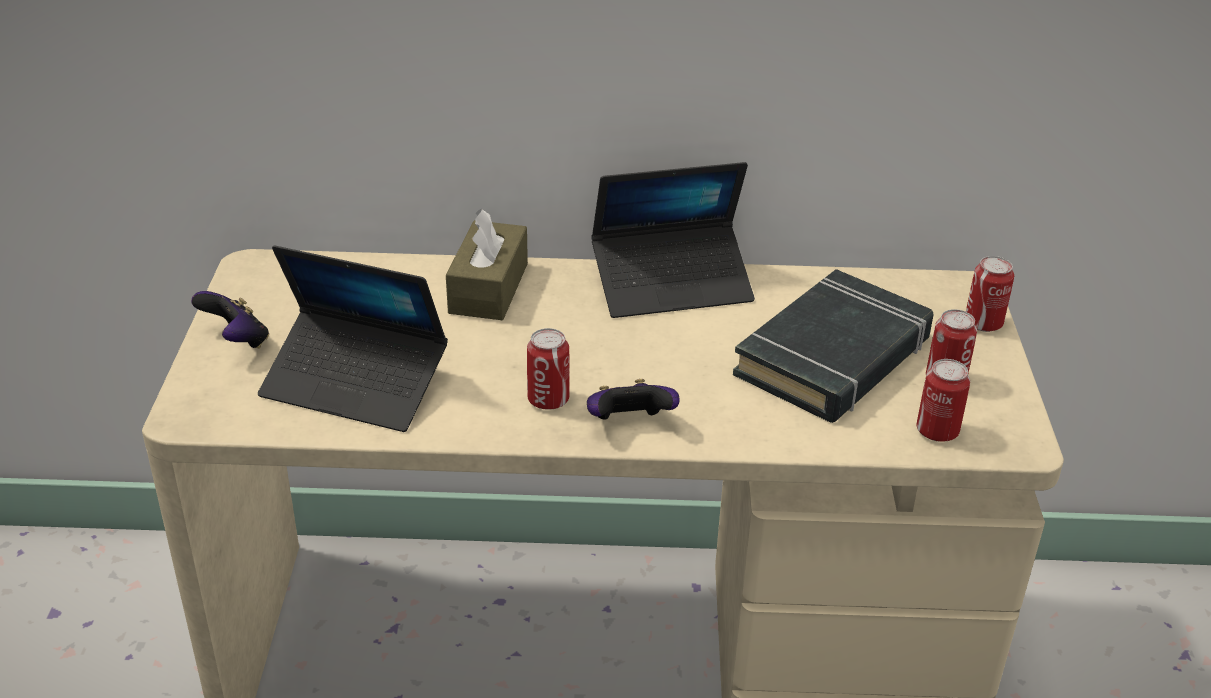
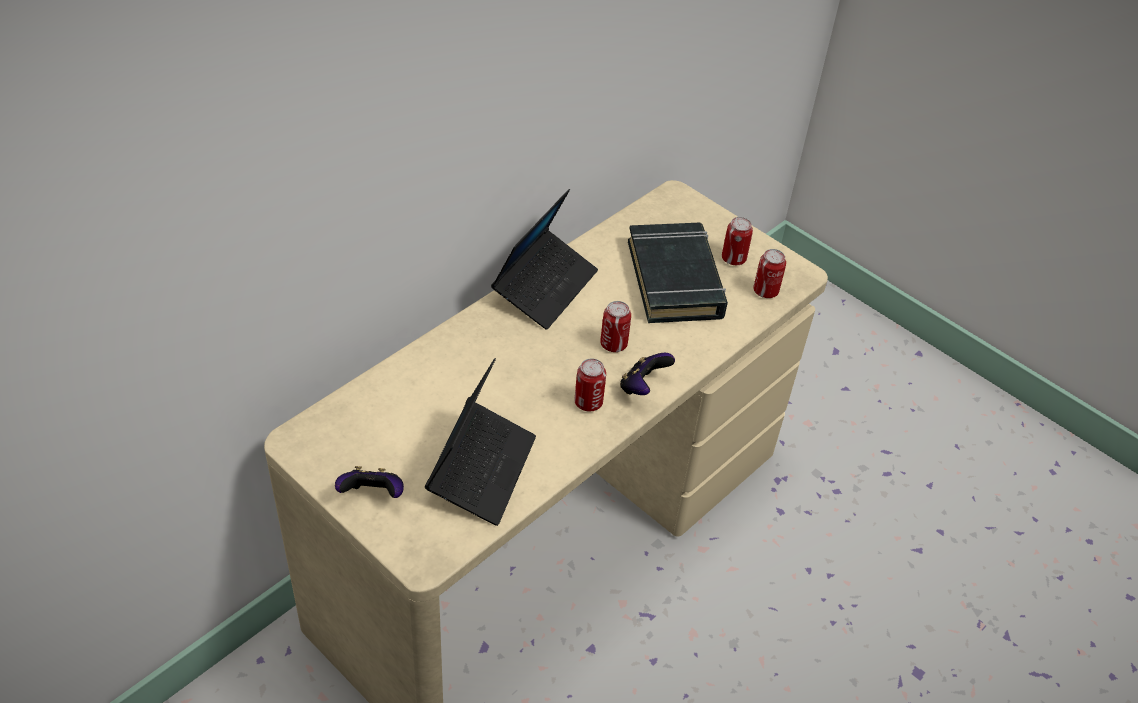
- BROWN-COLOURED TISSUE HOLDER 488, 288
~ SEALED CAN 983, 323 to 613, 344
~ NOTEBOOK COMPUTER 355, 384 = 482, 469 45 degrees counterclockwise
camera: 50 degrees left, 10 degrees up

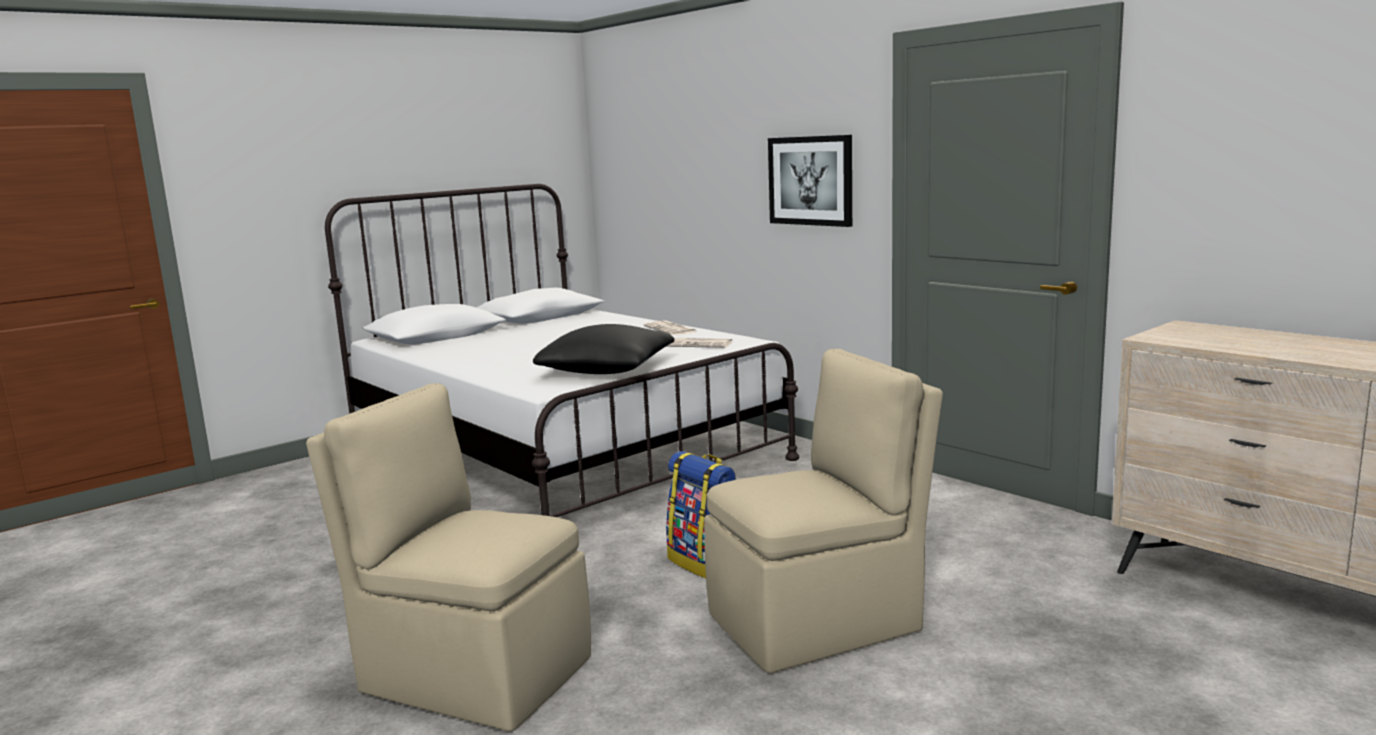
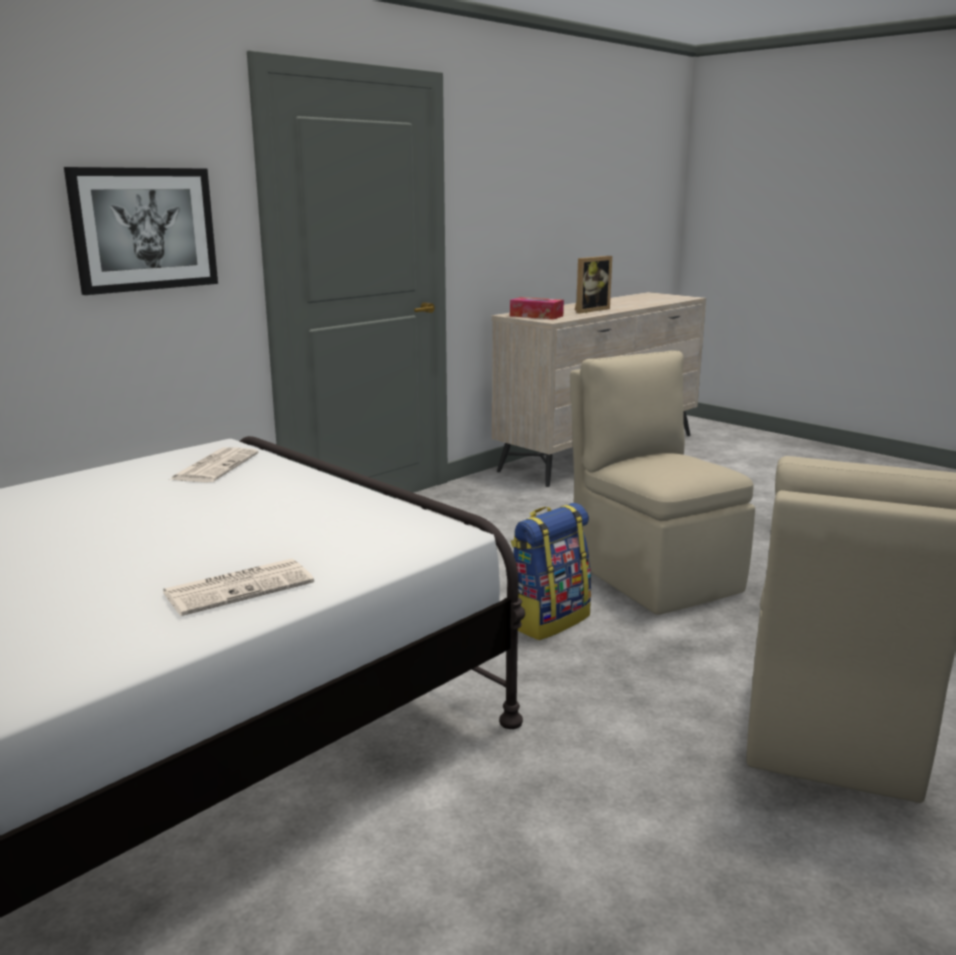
- BLACK PILLOW 607, 370
+ TISSUE HOLDER 536, 316
+ STANDING FRAME 588, 310
~ DAILY PAPER 671, 329 to 240, 587
camera: 95 degrees left, 5 degrees up

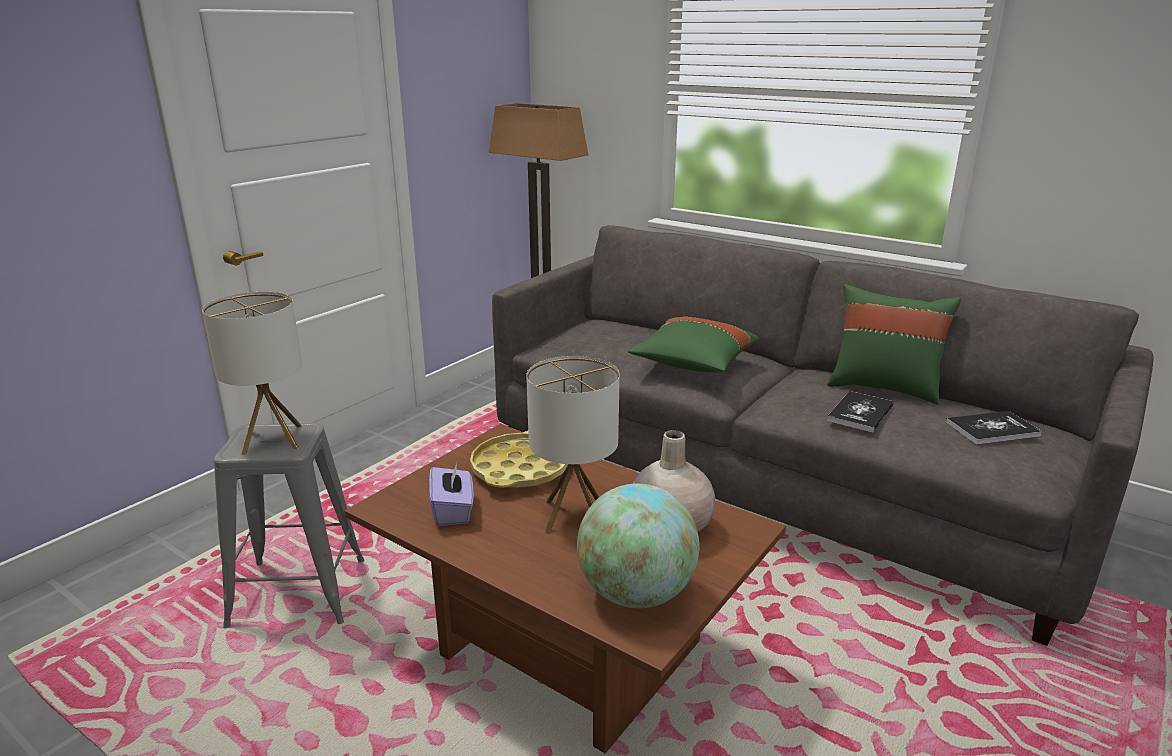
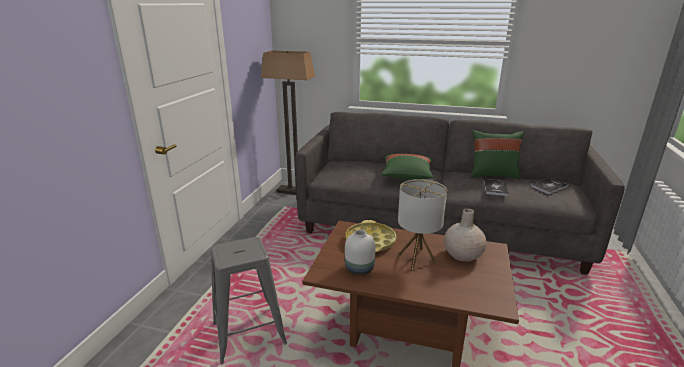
- TABLETOP LAMP 272, 439
- DESK GLOBE 636, 594
~ PURPLE-COLOURED TISSUE HOLDER 453, 511 to WHITISH VASE 358, 269
camera: 20 degrees left, 0 degrees up

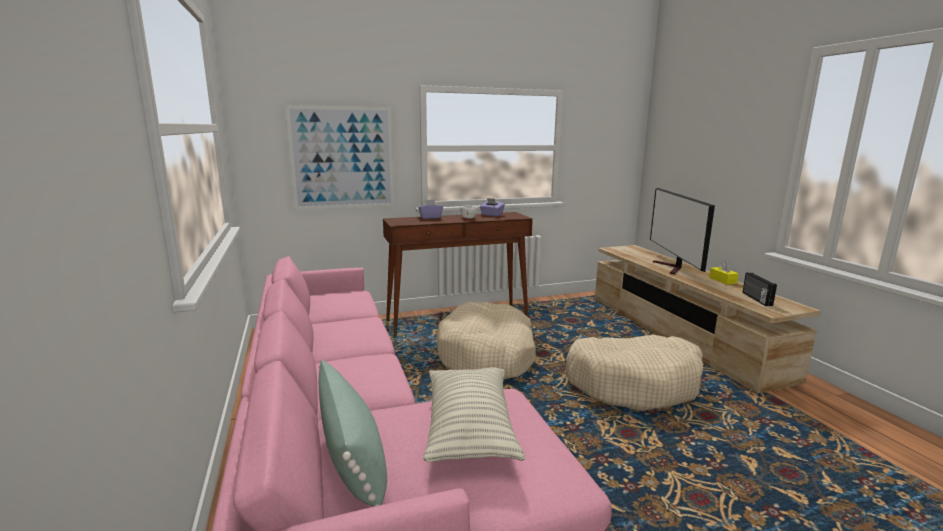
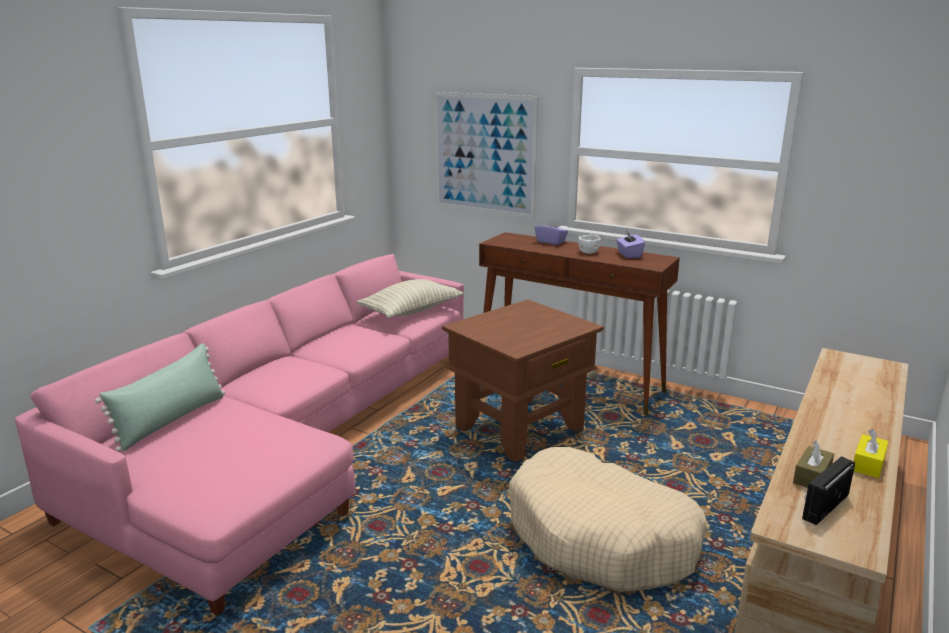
- TELEVISION 672, 268
+ BROWN-COLOURED TISSUE HOLDER 812, 477
~ PILLOW 469, 429 to 411, 311
~ SAND-COLOURED DOG CUSHION 487, 355 to BROWN-COLOURED END TABLE 520, 429
camera: 50 degrees right, 5 degrees up

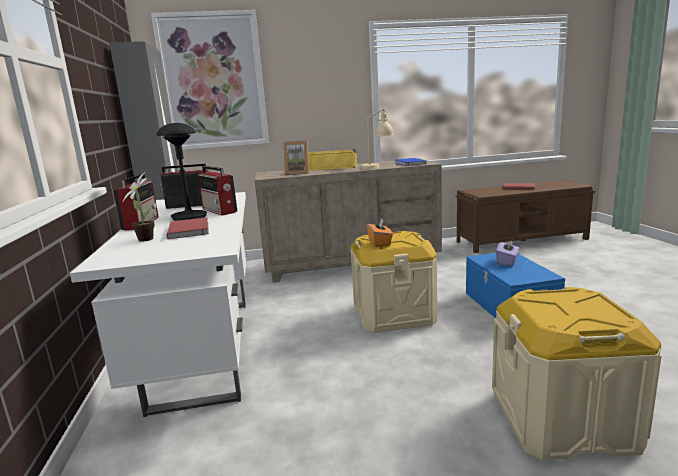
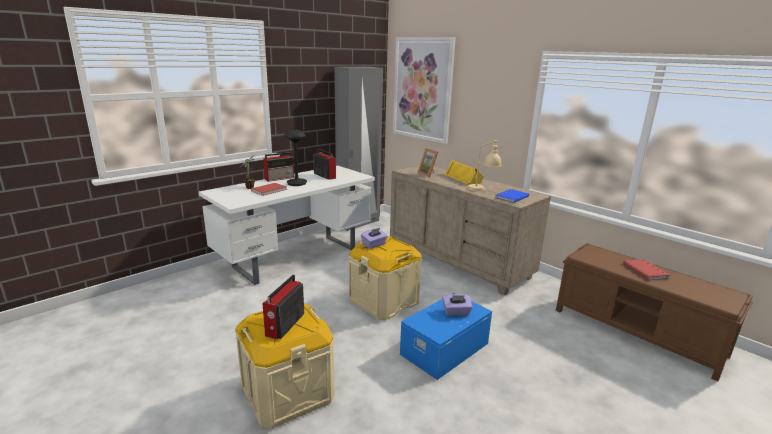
~ RADIO RECEIVER 219, 211 to 284, 325
~ ORANGEY TISSUE HOLDER 380, 243 to PURPLE-COLOURED TISSUE HOLDER 374, 245
camera: 55 degrees right, 5 degrees up

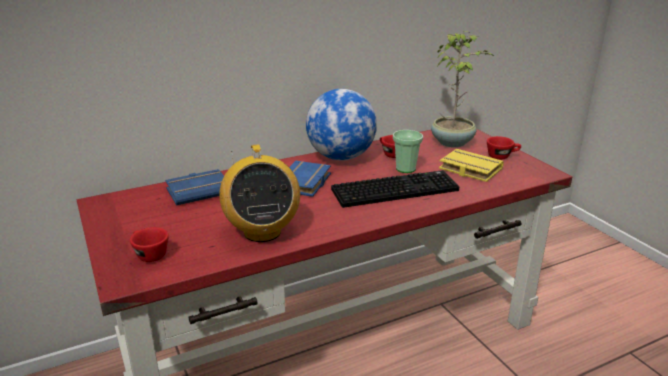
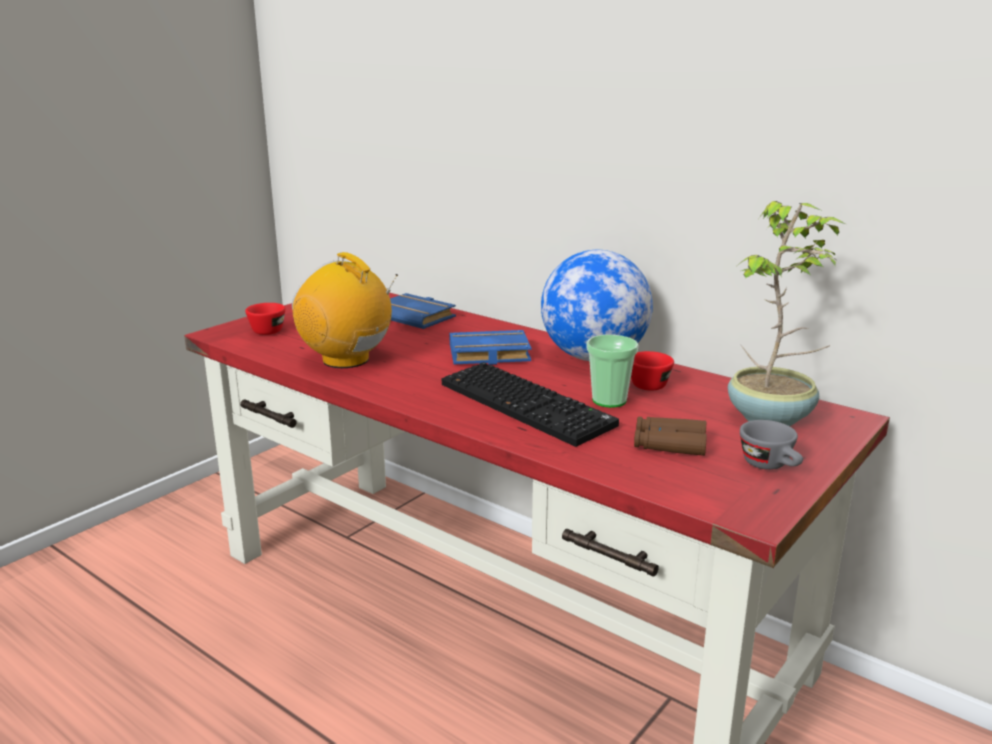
~ YELLOW VOLUME 468, 169 to BROWN-COLOURED FIELD GLASSES 669, 444
~ REDDISH SMALL CUP 502, 156 to GREYISH SMALL CUP 771, 466
~ RADIO RECEIVER 262, 232 = 346, 360 75 degrees clockwise
camera: 65 degrees right, 5 degrees down

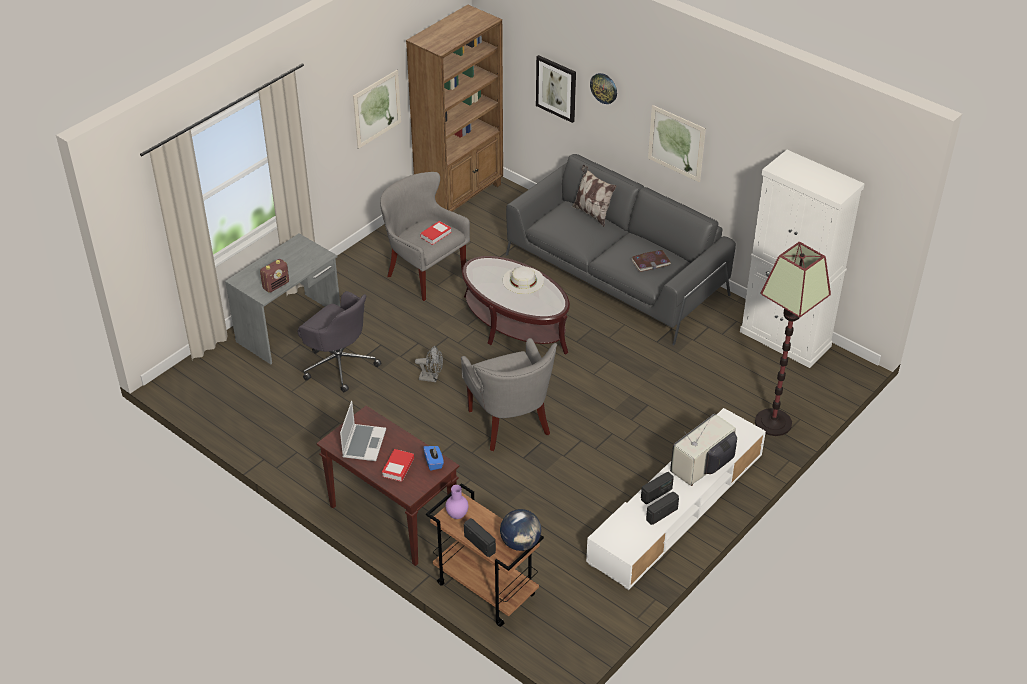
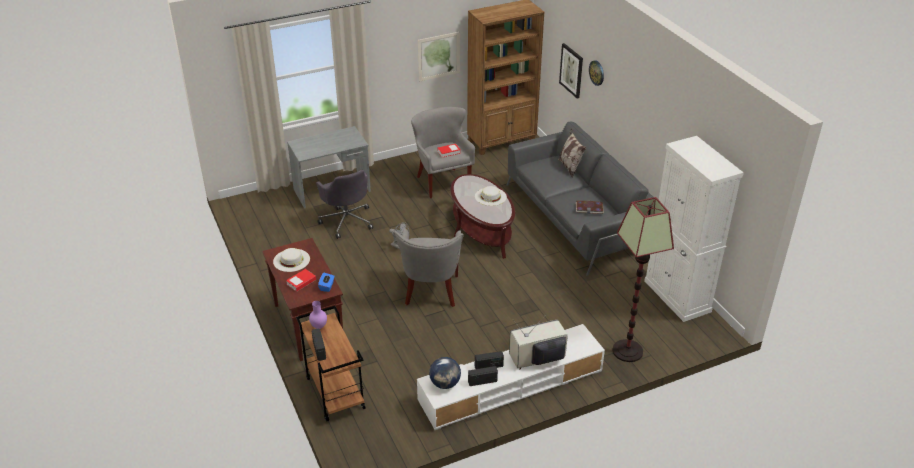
- RADIO RECEIVER 276, 285
- WALL ART 676, 143
~ DESK GLOBE 520, 543 to 445, 384
~ NOTEBOOK COMPUTER 363, 443 to WHITISH HAT 291, 260
camera: 25 degrees right, 5 degrees down

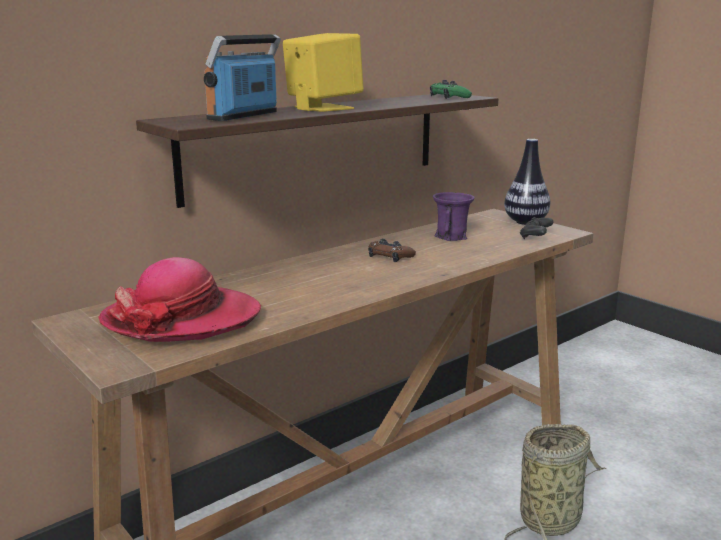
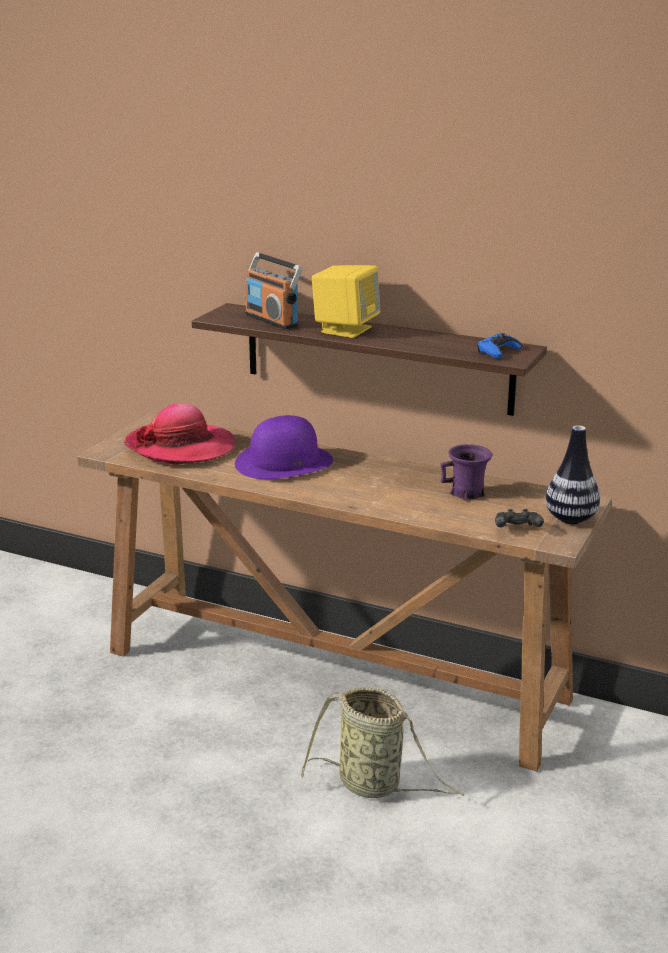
- BROWN-COLOURED JOYPAD 390, 256
+ PURPLE-COLOURED HAT 284, 462
~ GREEN-COLOURED JOYPAD 449, 96 to BLUE-COLOURED JOYPAD 498, 351
~ RADIO RECEIVER 244, 116 = 272, 320 135 degrees counterclockwise
camera: 65 degrees right, 5 degrees up

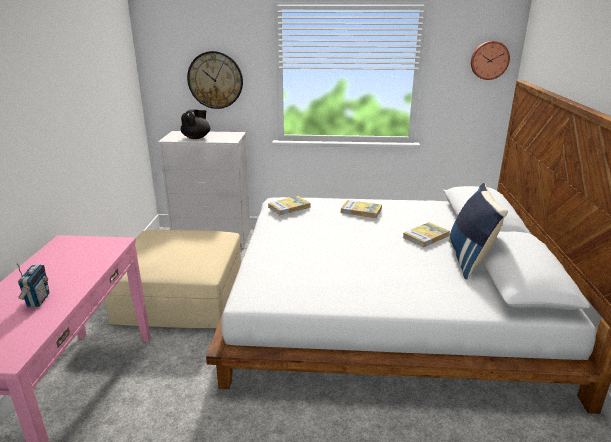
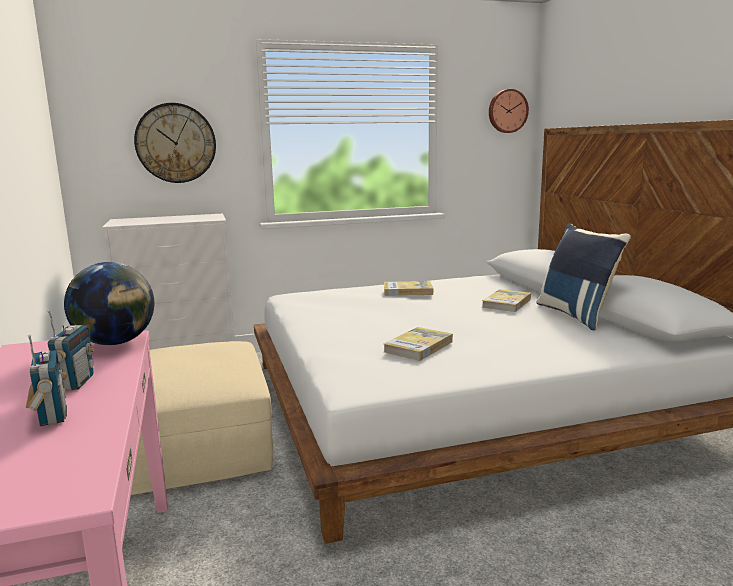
- BLACK TEAPOT 196, 137
+ RADIO RECEIVER 75, 383
+ DESK GLOBE 115, 343
~ VOLUME 289, 207 to 418, 347
camera: 20 degrees left, 10 degrees down

